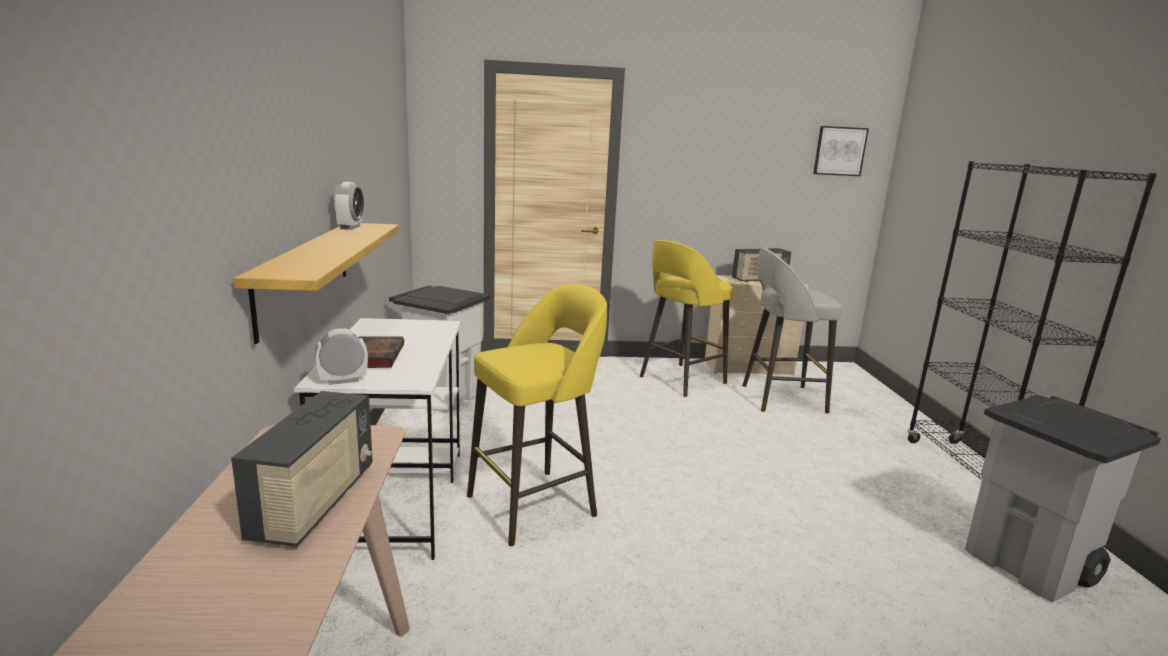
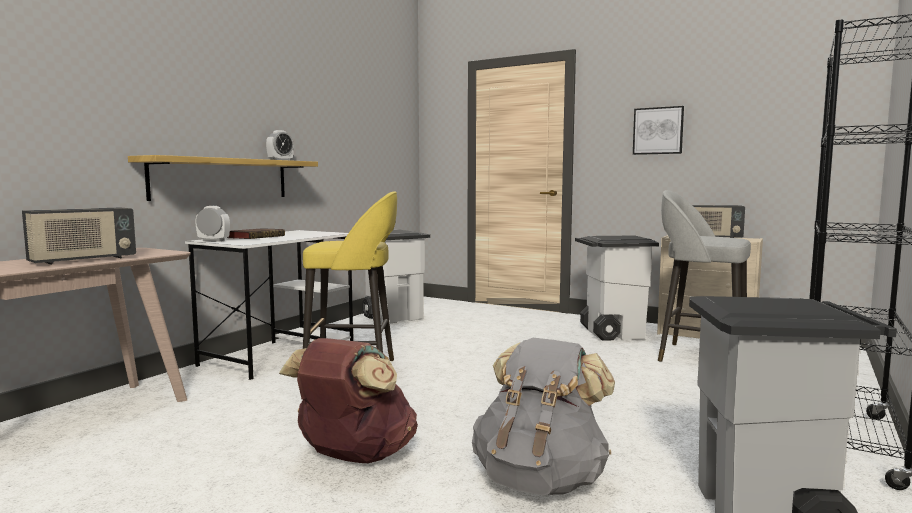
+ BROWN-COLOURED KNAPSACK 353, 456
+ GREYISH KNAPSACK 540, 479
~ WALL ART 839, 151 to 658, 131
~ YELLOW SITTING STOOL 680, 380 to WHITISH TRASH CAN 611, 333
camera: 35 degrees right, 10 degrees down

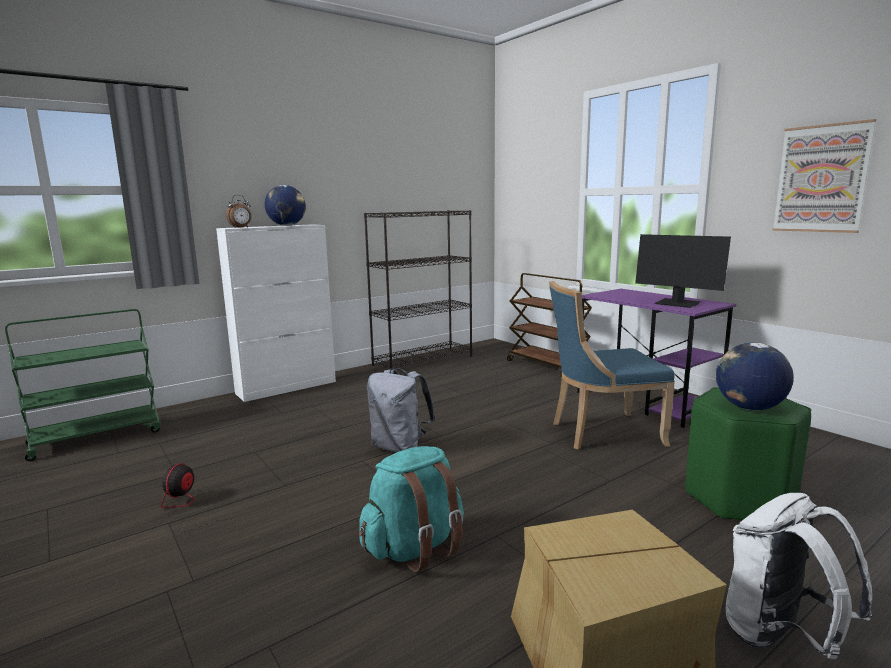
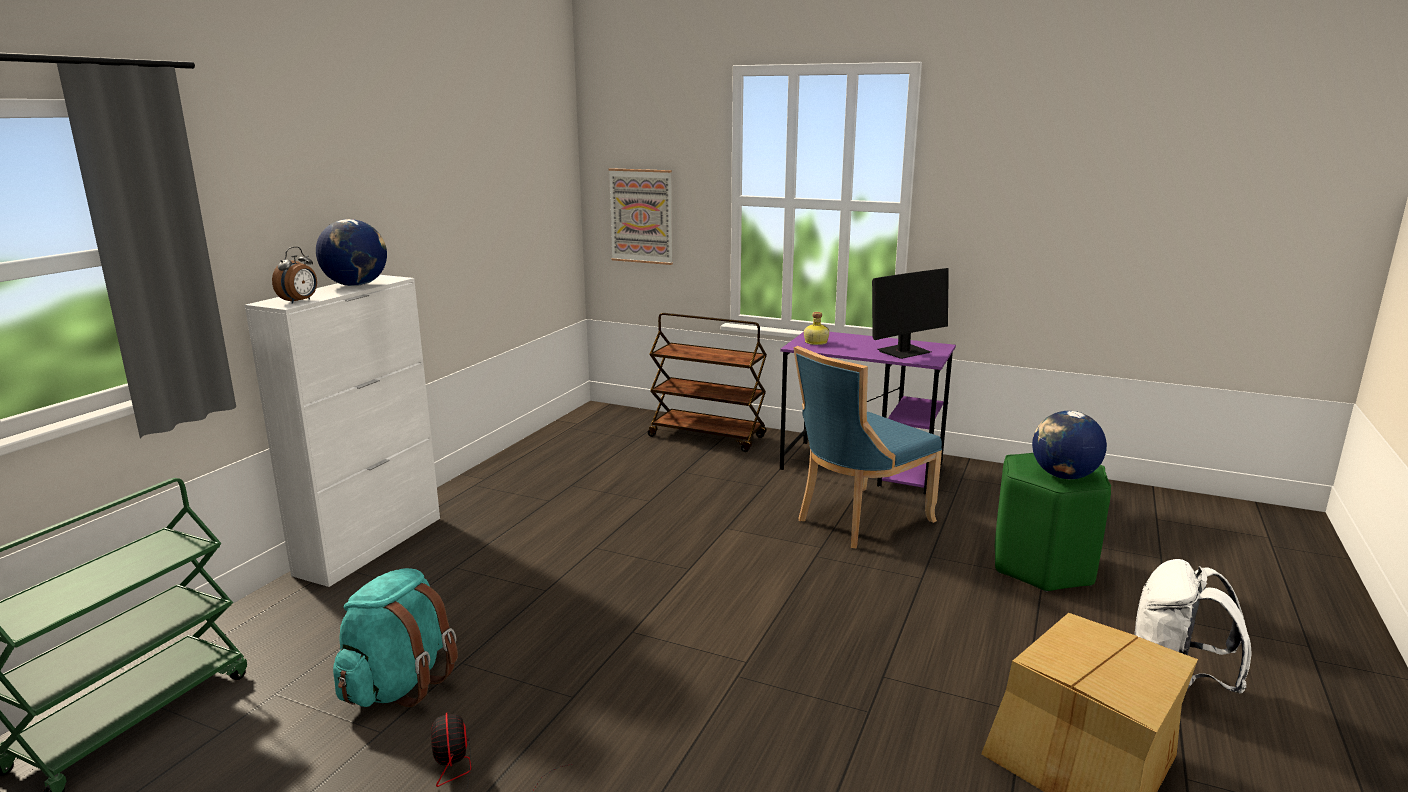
- BLACK BOOKCASE 423, 360
- GREYISH KNAPSACK 400, 448
+ BEVERAGE BOTTLE 815, 342
~ TURQUOISE KNAPSACK 415, 548 to 399, 684
~ WALL ART 821, 179 to 641, 216
~ COMPUTER DISPLAY 677, 304 = 904, 352 45 degrees counterclockwise
camera: 30 degrees left, 5 degrees up

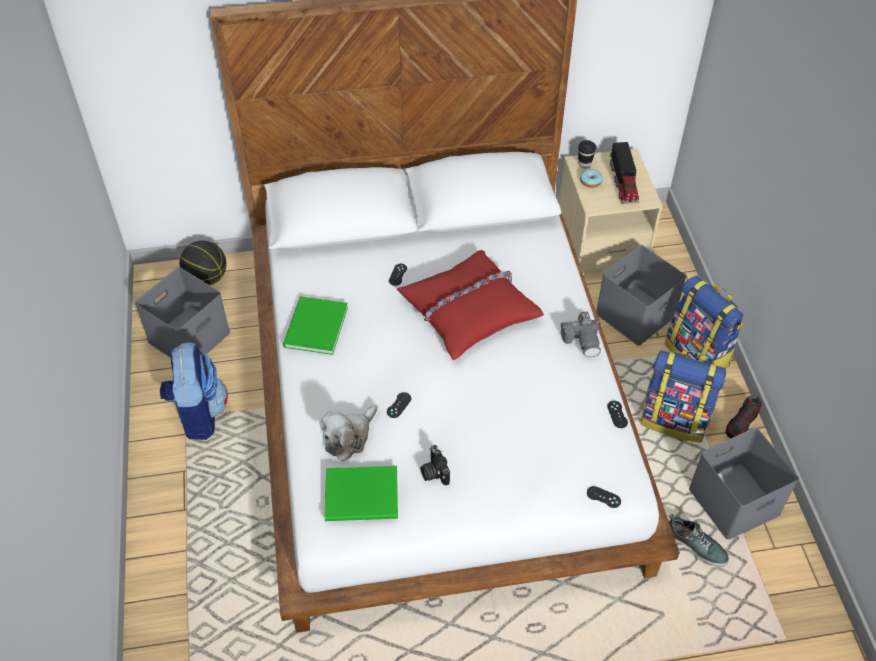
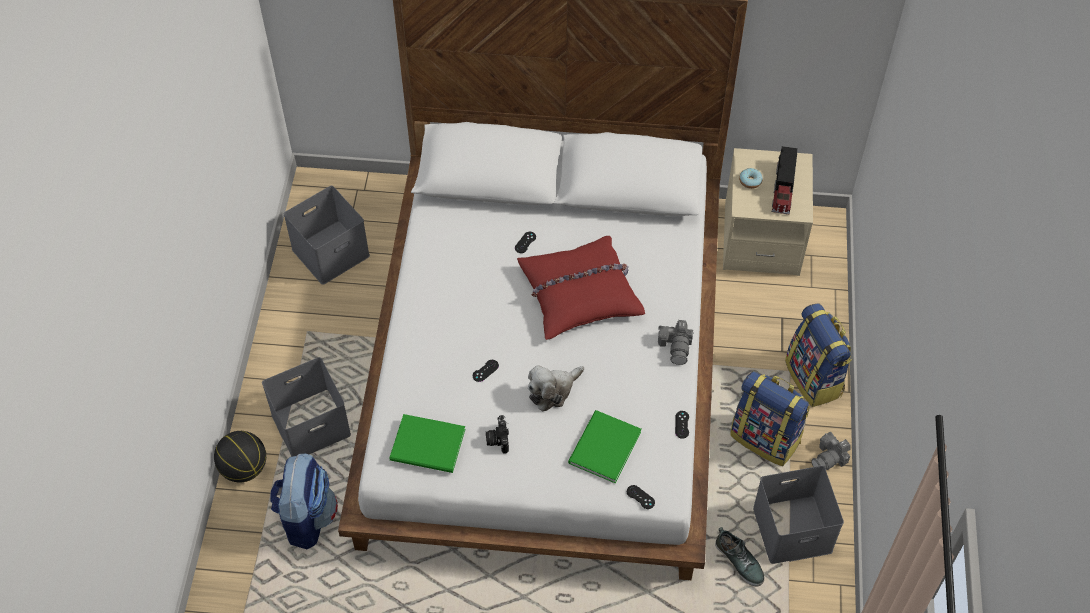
- BLACK SMALL CUP 584, 164
~ KNAPSACK 198, 413 to 306, 517
~ BASKETBALL BALL 207, 278 to 244, 468
~ GREEN-COLOURED VOLUME 314, 328 to 602, 448
~ SOFT TOY 349, 437 to 553, 390
~ GREYISH STORAGE BOX 635, 313 to 312, 423
~ ITEM OF FOOTWEAR 741, 424 to STILL CAMERA 829, 458
camera: 15 degrees right, 5 degrees up

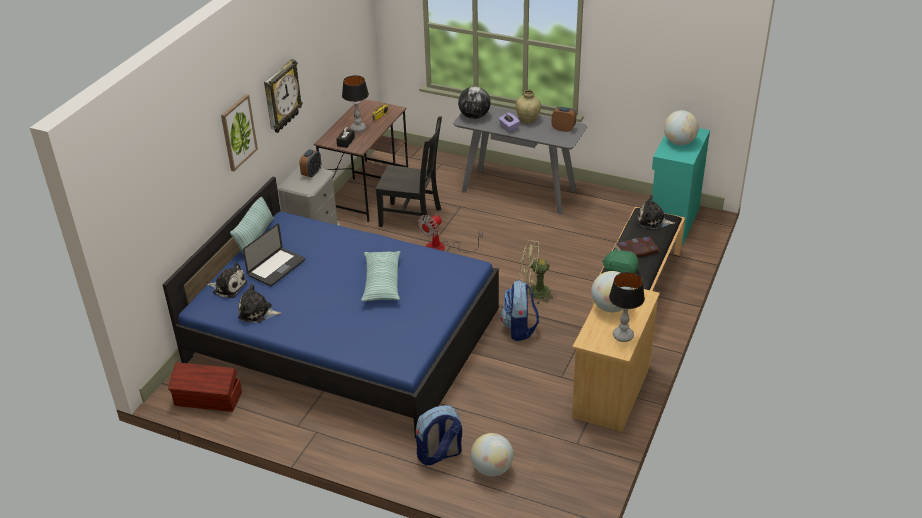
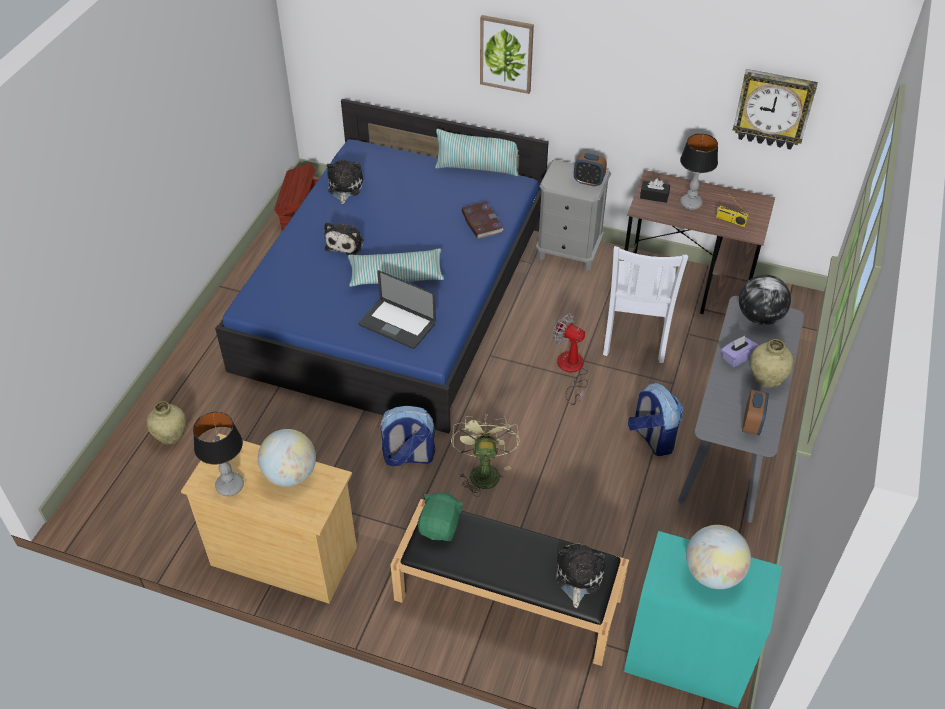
~ SOFT TOY 228, 287 to 346, 243
~ NOTEBOOK COMPUTER 276, 268 to 397, 325
~ WALL CLOCK 281, 96 to 773, 109
~ KNAPSACK 439, 455 to 652, 438
~ VOLUME 636, 250 to 481, 222
~ DESK GLOBE 492, 469 to SAND-COLOURED VASE 171, 437
~ BLACK PLAIN CHAIR 412, 218 to WHITISH PLAIN CHAIR 635, 335
camera: 85 degrees right, 10 degrees up

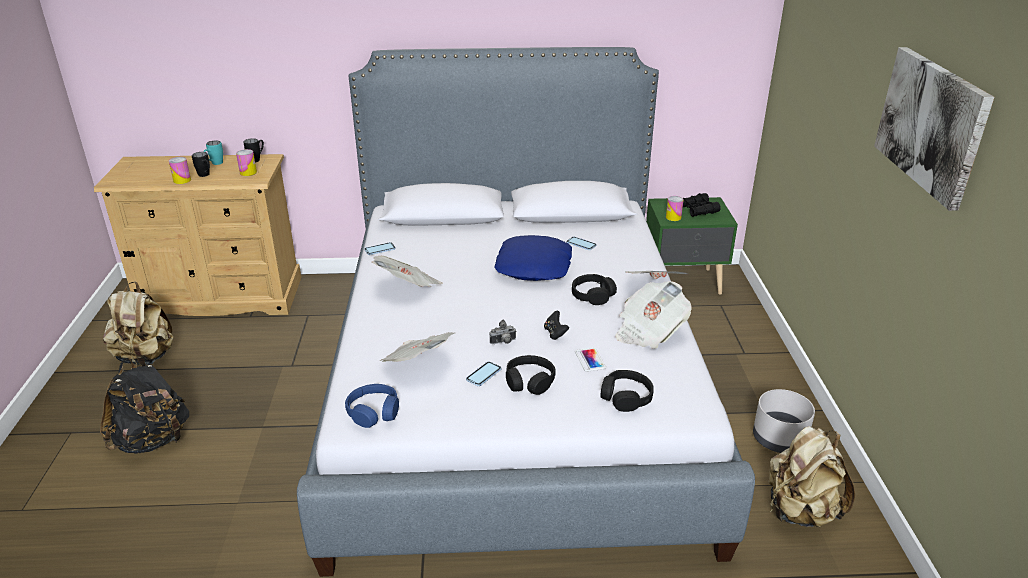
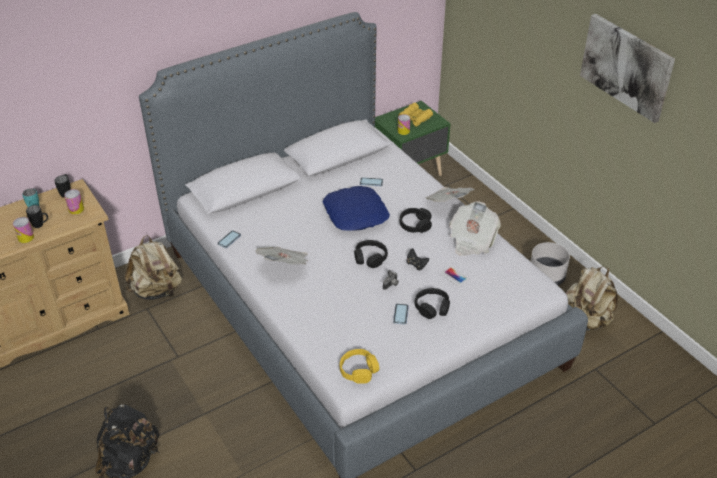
- DAILY PAPER 418, 363
~ SAND-COLOURED KNAPSACK 146, 357 to 157, 291
~ BLACK HEADSET 626, 397 to 370, 258
~ BLUE-COLOURED HEADSET 373, 412 to YELLOW HEADSET 358, 370
~ BLACK FIELD GLASSES 698, 210 to YELLOW FIELD GLASSES 415, 118
camera: 30 degrees left, 10 degrees up

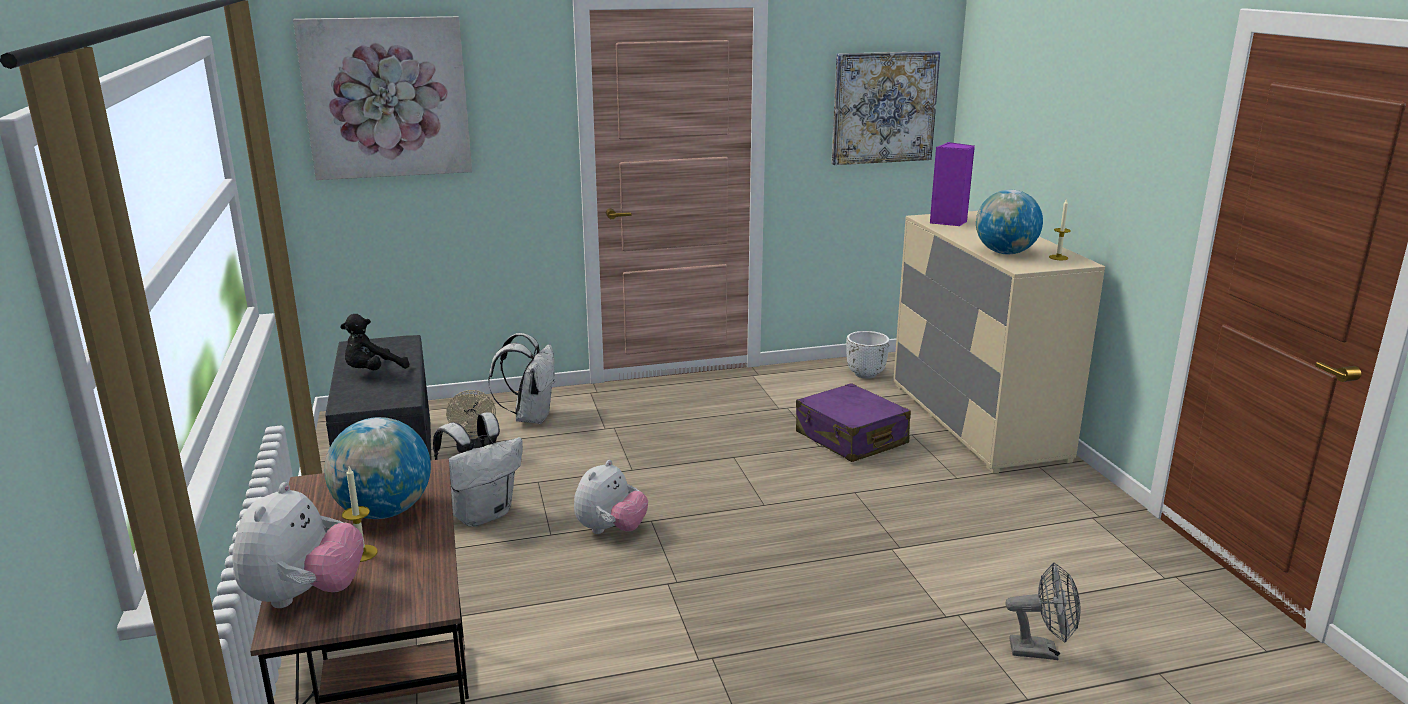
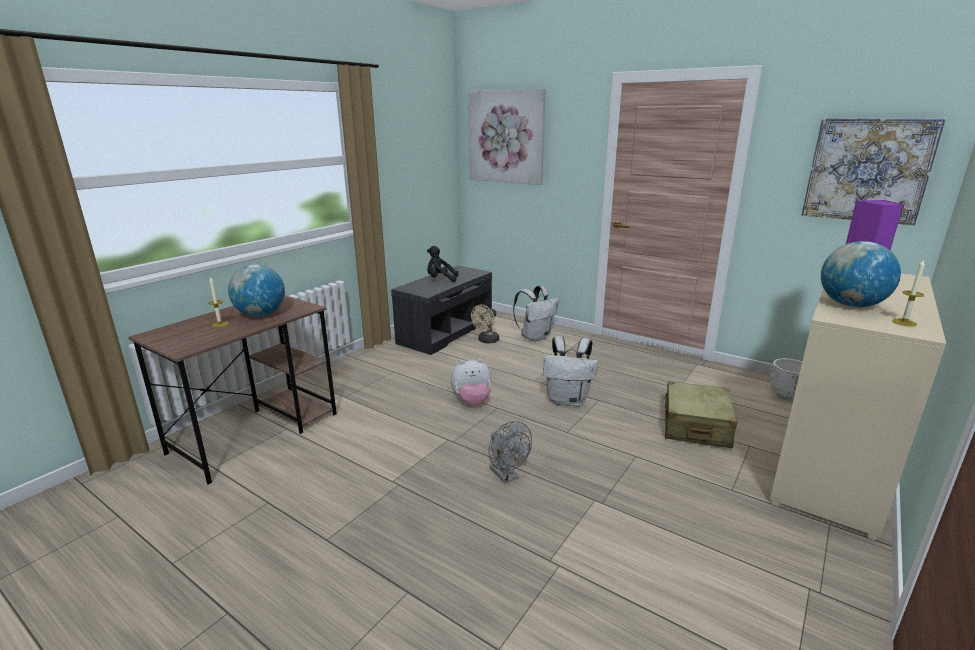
- SOFT TOY 304, 596
~ WHITISH KNAPSACK 482, 514 to 568, 400
~ GREYISH ELECTRIC FAN 1041, 651 to 507, 476
~ PURPLE-COLOURED SUITCASE 851, 438 to SAND-COLOURED SUITCASE 695, 426
camera: 50 degrees right, 0 degrees up

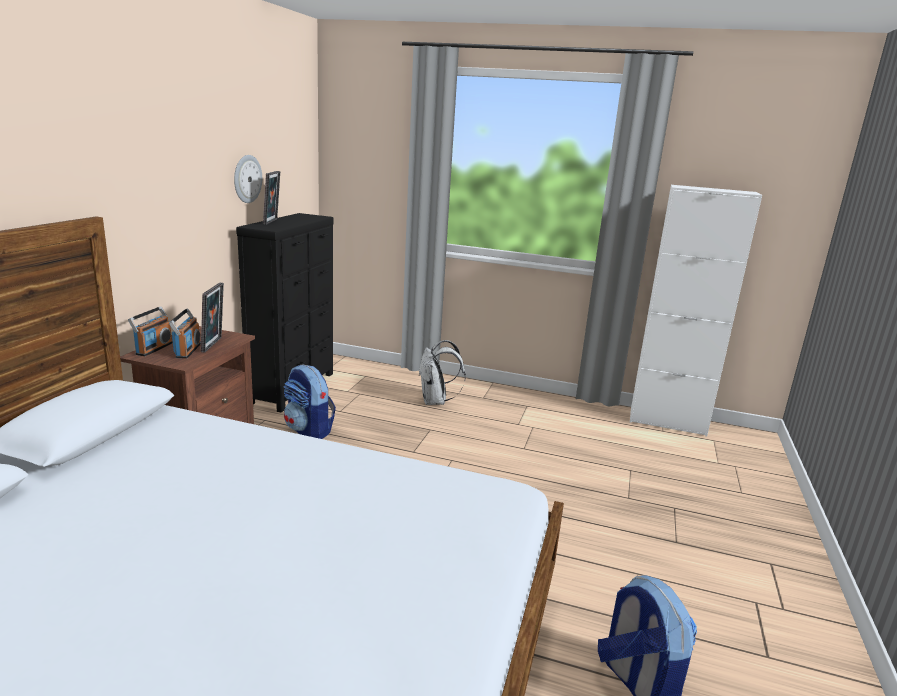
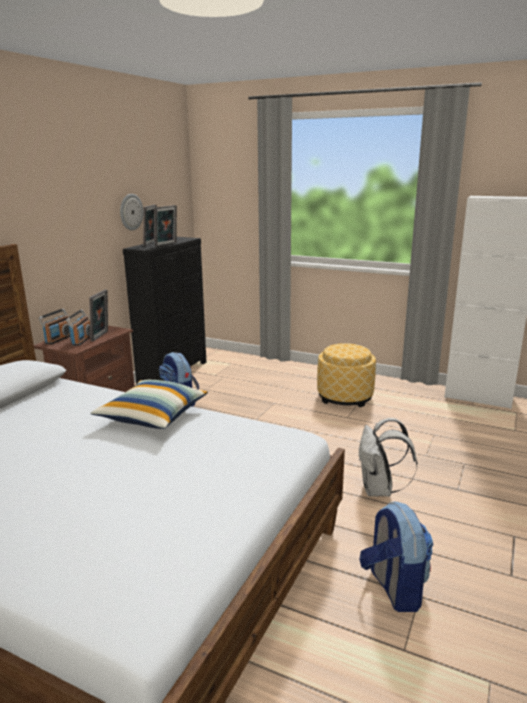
+ PILLOW 152, 416
+ STANDING FRAME 167, 245
+ FOOTREST 345, 396
~ WHITISH KNAPSACK 436, 401 to 379, 490
camera: 10 degrees right, 0 degrees up

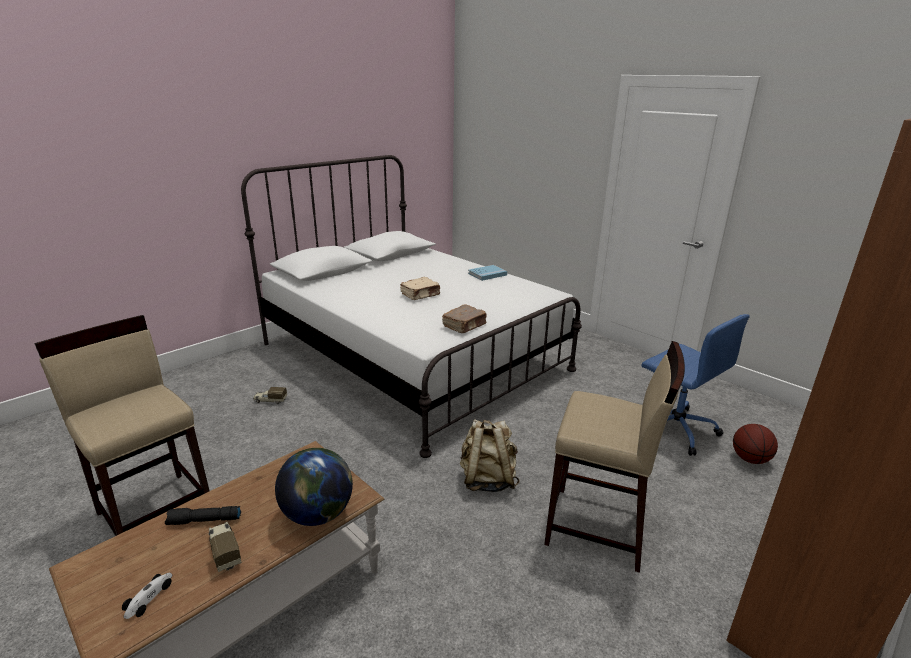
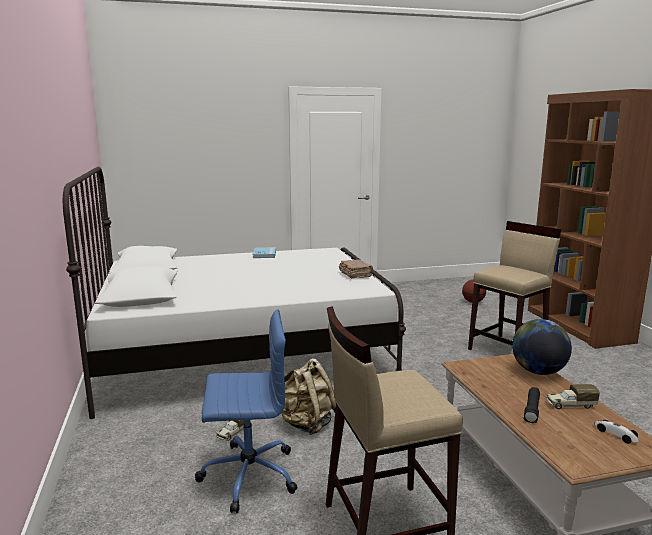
- SAND-COLOURED VOLUME 420, 295
~ SAND-COLOURED KNAPSACK 487, 479 to 306, 424
~ BLUE-COLOURED DESK CHAIR 674, 428 to 247, 475
camera: 60 degrees left, 10 degrees down

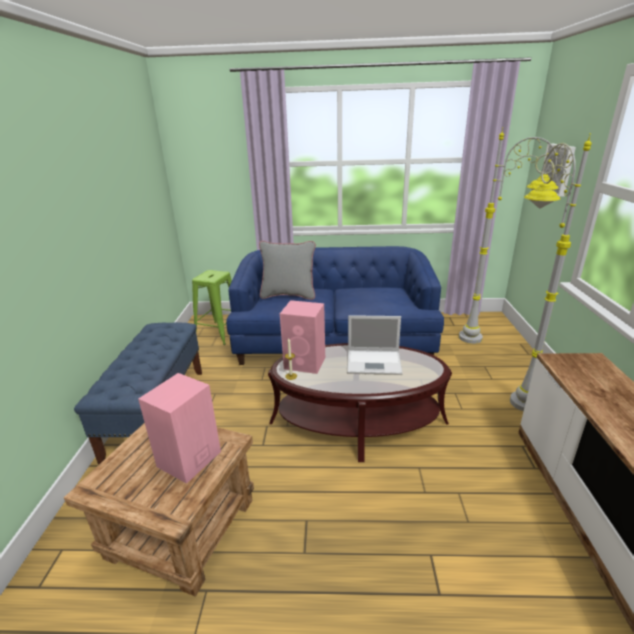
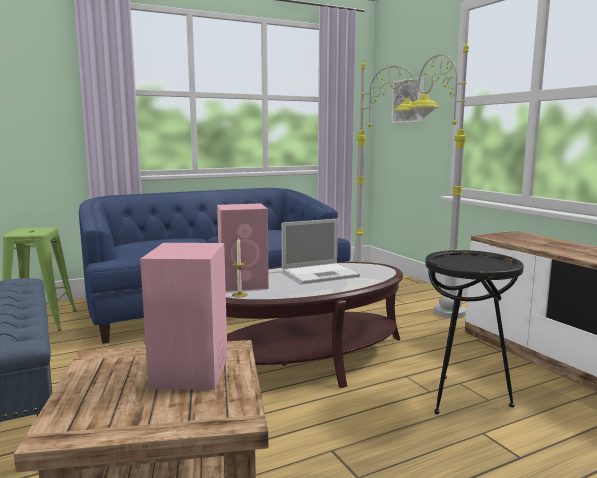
- GREYISH PILLOW 288, 295
+ BLACK END TABLE 463, 397
camera: 30 degrees left, 15 degrees down

